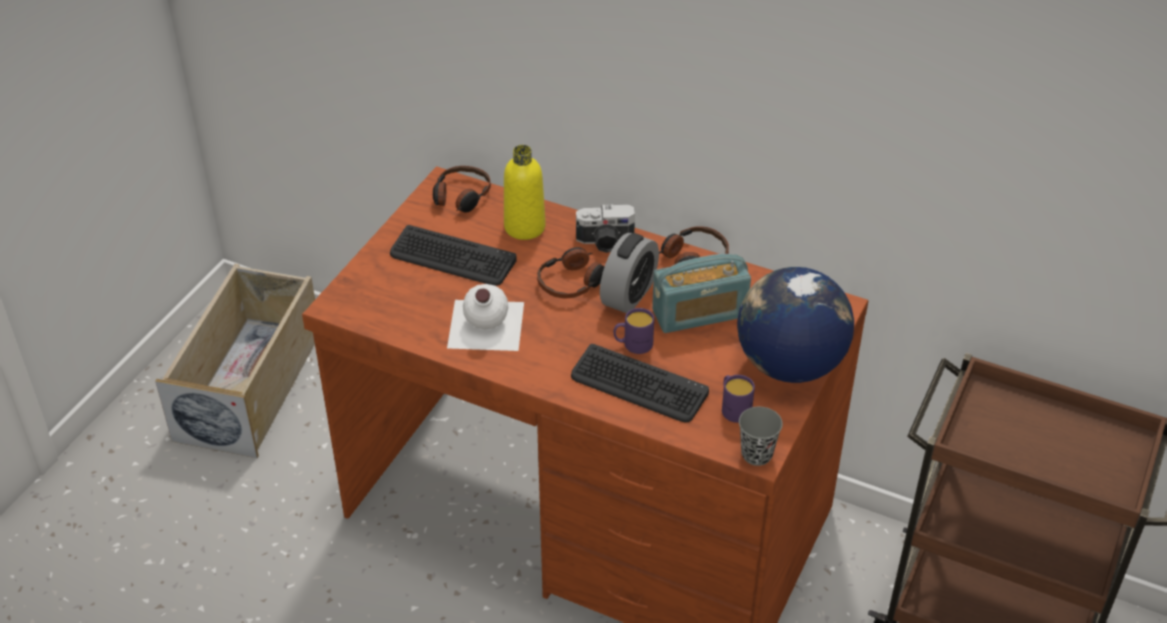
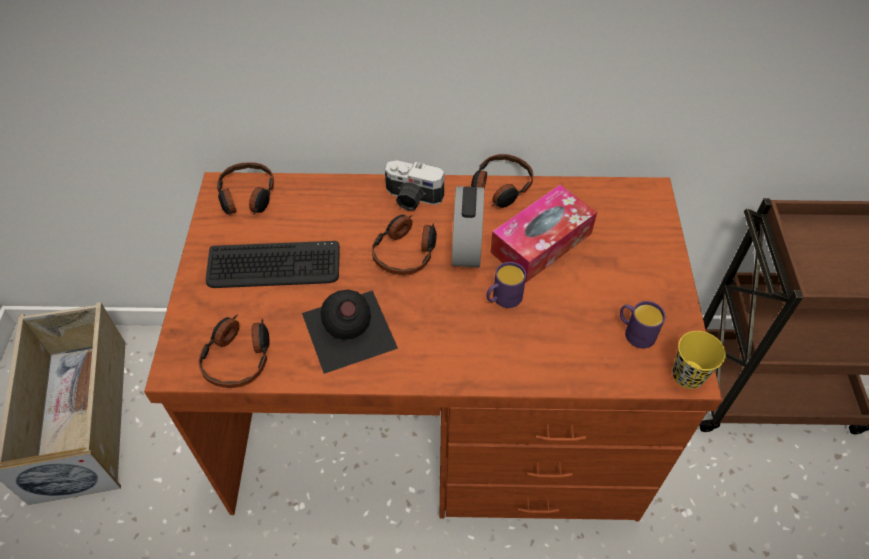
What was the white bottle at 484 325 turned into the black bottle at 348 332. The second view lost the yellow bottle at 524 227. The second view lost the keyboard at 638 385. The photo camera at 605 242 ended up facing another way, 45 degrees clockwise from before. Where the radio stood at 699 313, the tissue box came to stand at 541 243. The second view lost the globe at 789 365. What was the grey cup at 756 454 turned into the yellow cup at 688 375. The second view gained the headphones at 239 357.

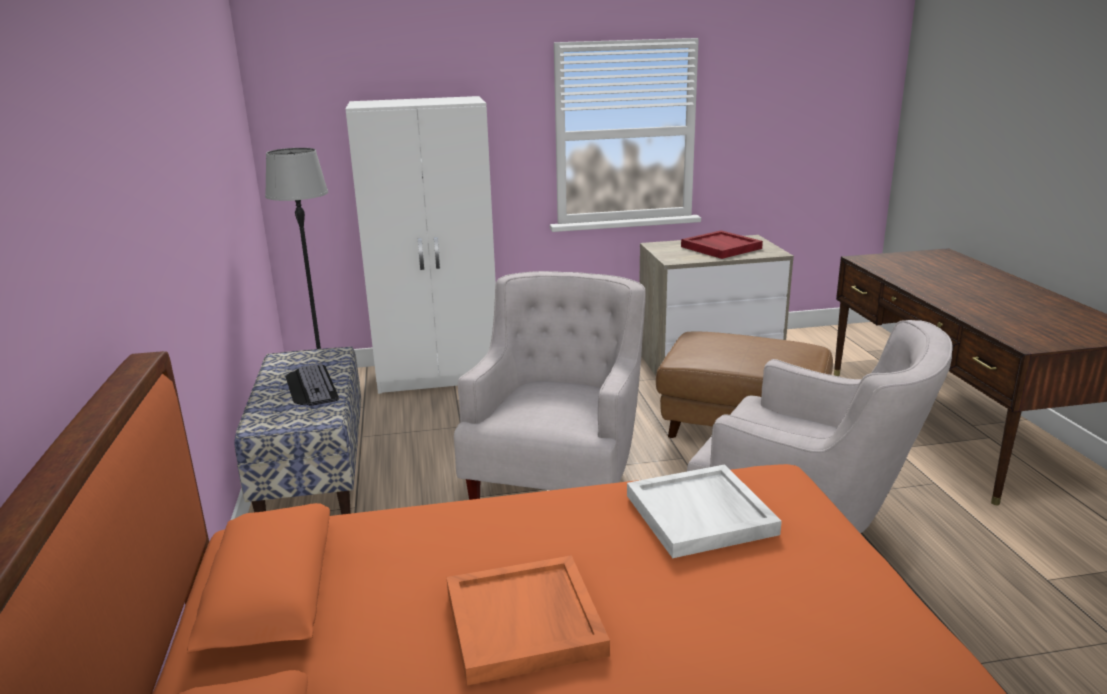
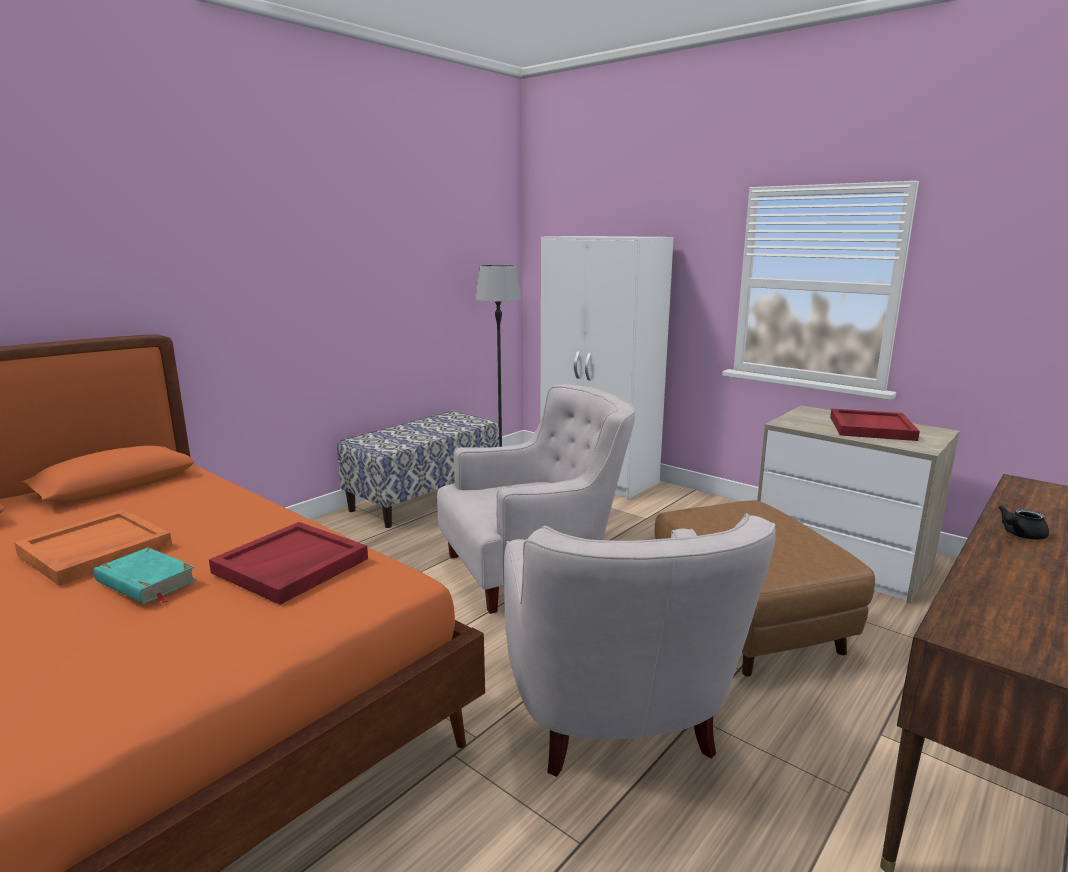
The second view lost the keyboard at 310 386. What was the white tray at 701 515 turned into the red tray at 291 566. The second view gained the turquoise book at 146 581. The second view gained the black teapot at 1019 535.

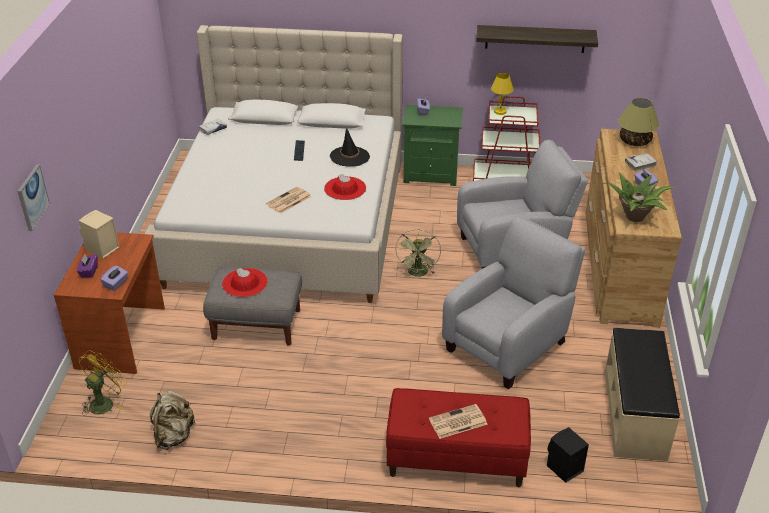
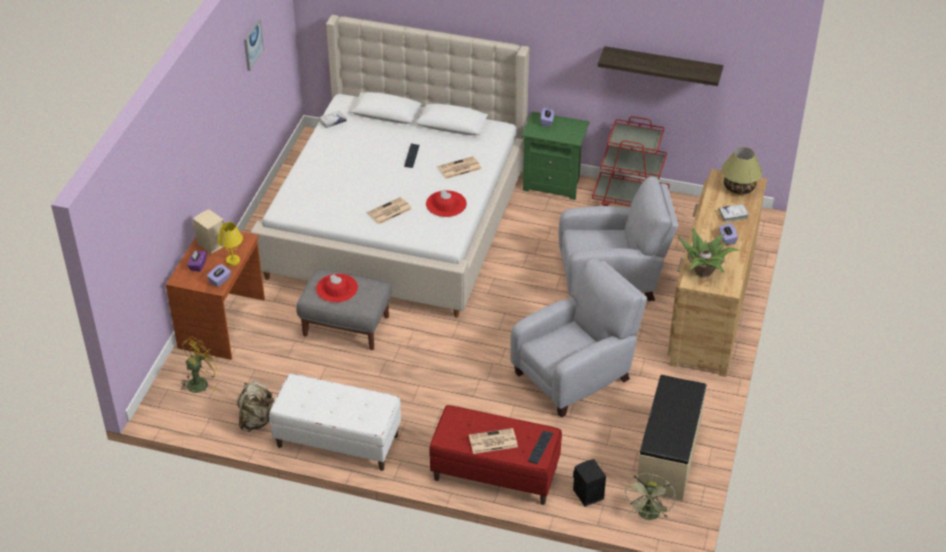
The picture ended up elsewhere, having gone from 32 197 to 252 44. Where the black hat stood at 349 157, the newspaper came to stand at 459 168. The green fan ended up elsewhere, having gone from 418 274 to 648 515. The yellow table lamp ended up elsewhere, having gone from 500 112 to 233 261. The second view gained the white bench at 337 441. The second view gained the keyboard at 540 447.

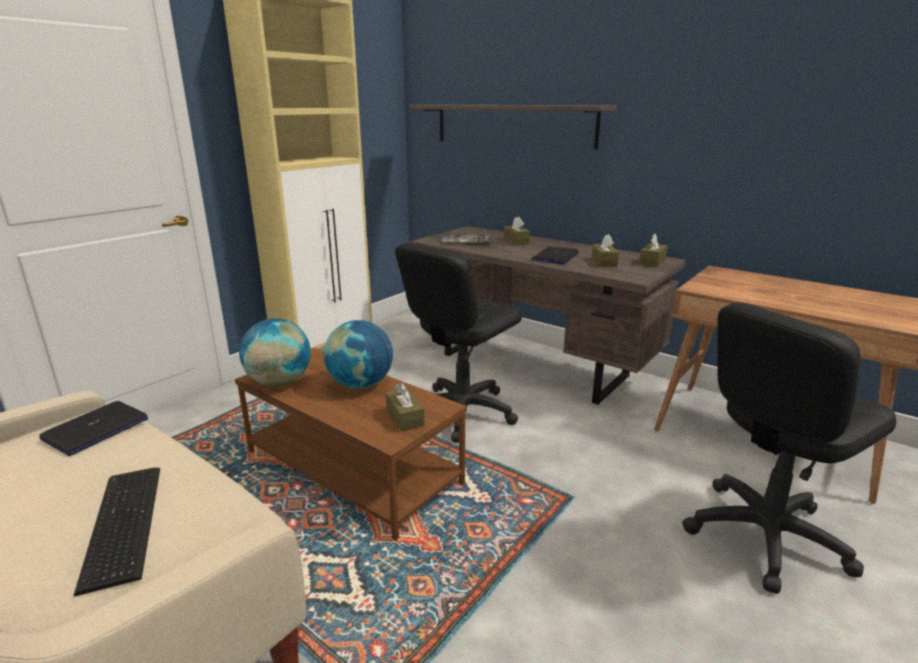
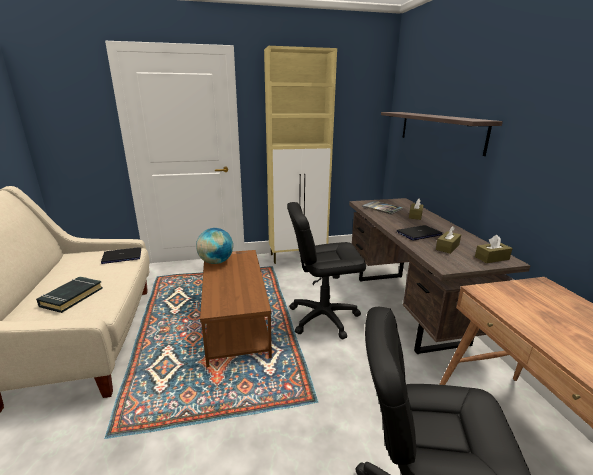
Where the keyboard stood at 119 526, the black book came to stand at 71 297. The second view lost the globe at 361 384. The second view lost the brown tissue box at 405 417.

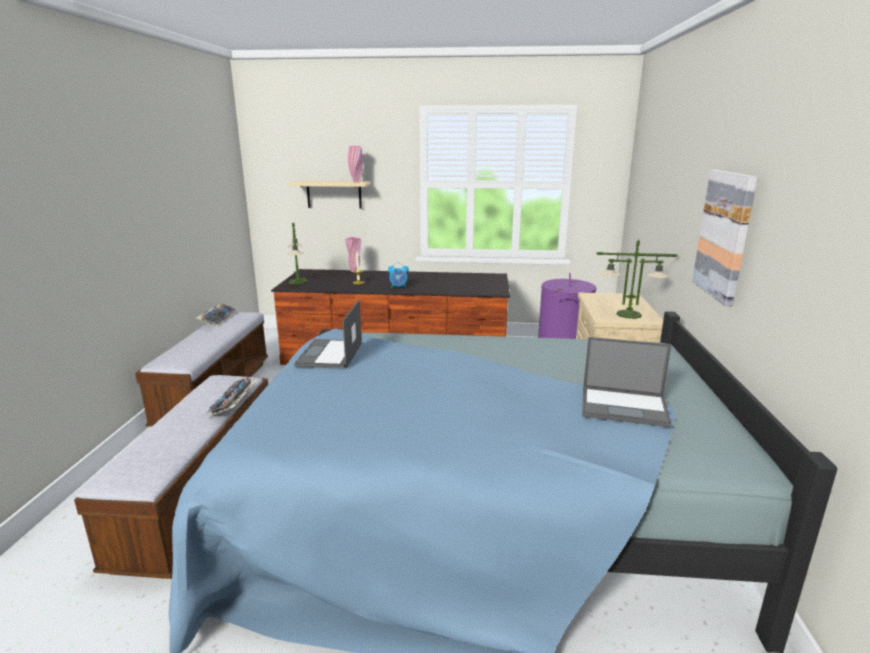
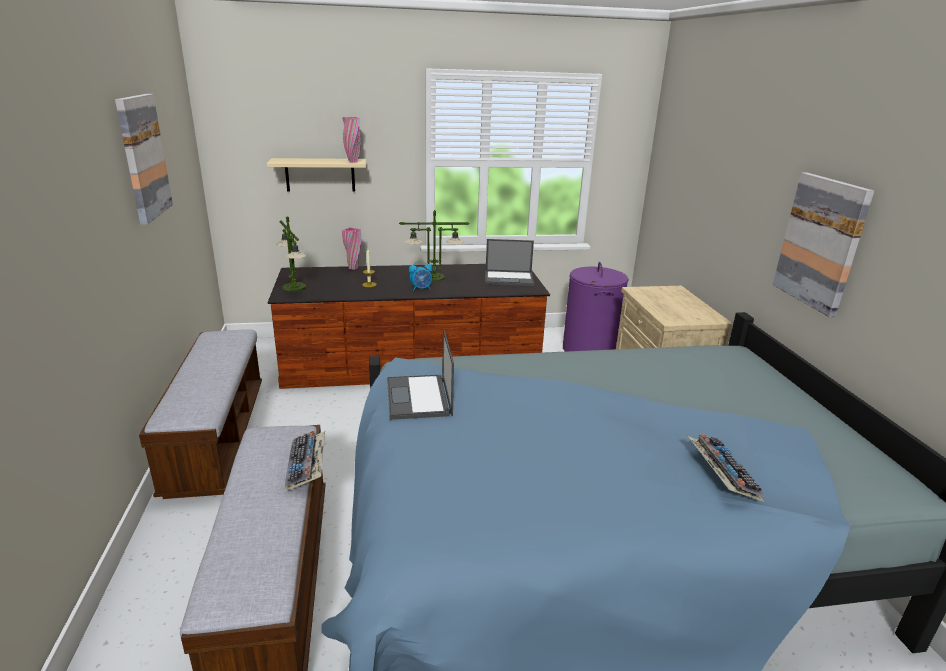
The keyboard ended up elsewhere, having gone from 217 319 to 720 473. The laptop ended up elsewhere, having gone from 625 406 to 509 278. The table lamp ended up elsewhere, having gone from 628 314 to 433 277. The second view gained the picture at 143 157.

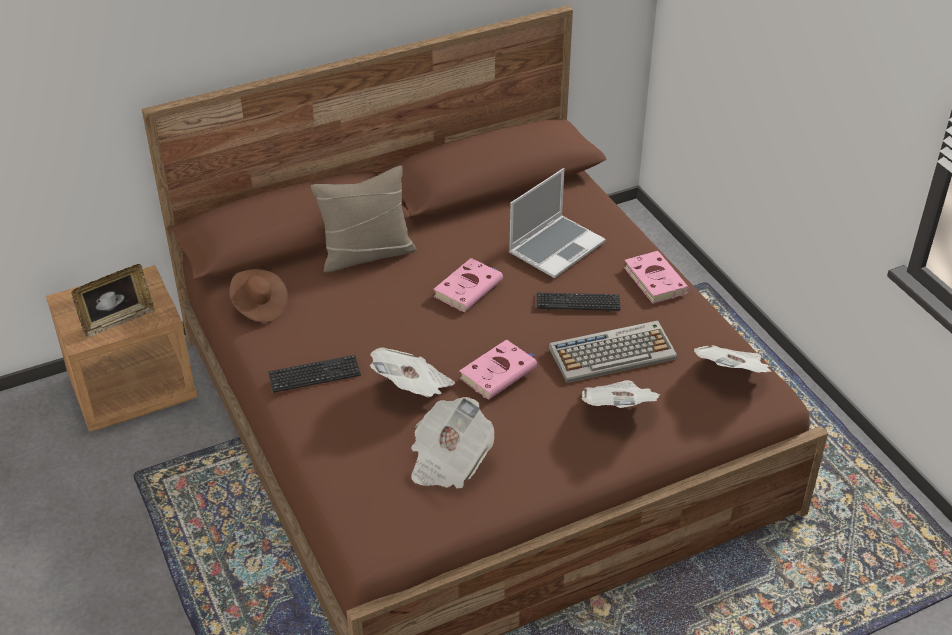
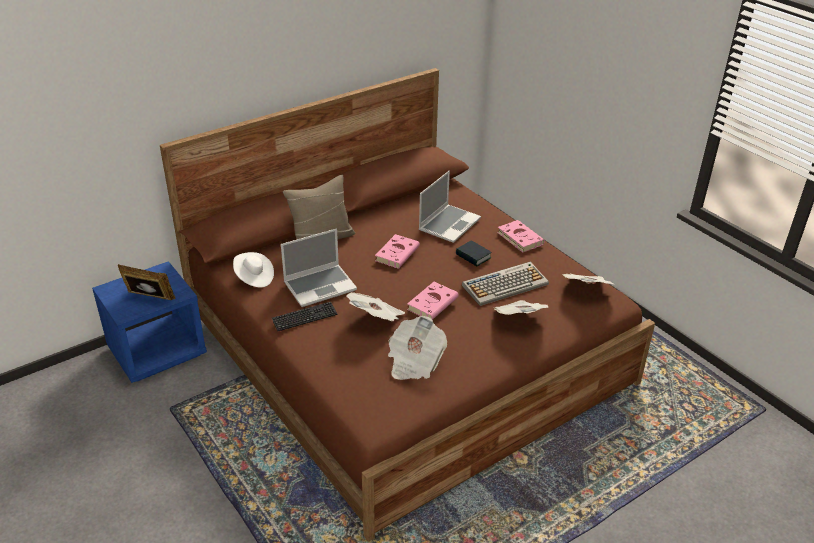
What was the brown nightstand at 133 388 turned into the blue nightstand at 157 351. The picture frame at 117 321 ended up facing another way, 120 degrees counterclockwise from before. What was the brown hat at 259 306 turned into the white hat at 254 278. Where the keyboard stood at 578 303, the book came to stand at 473 256. The second view gained the laptop at 320 286.

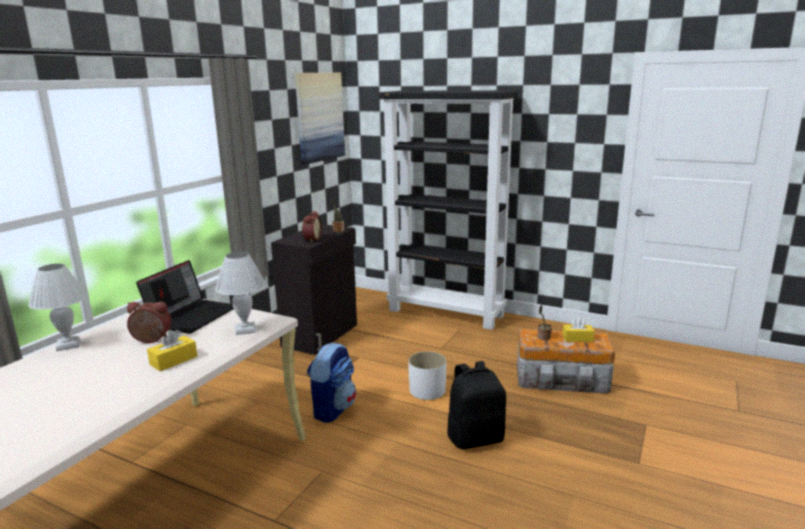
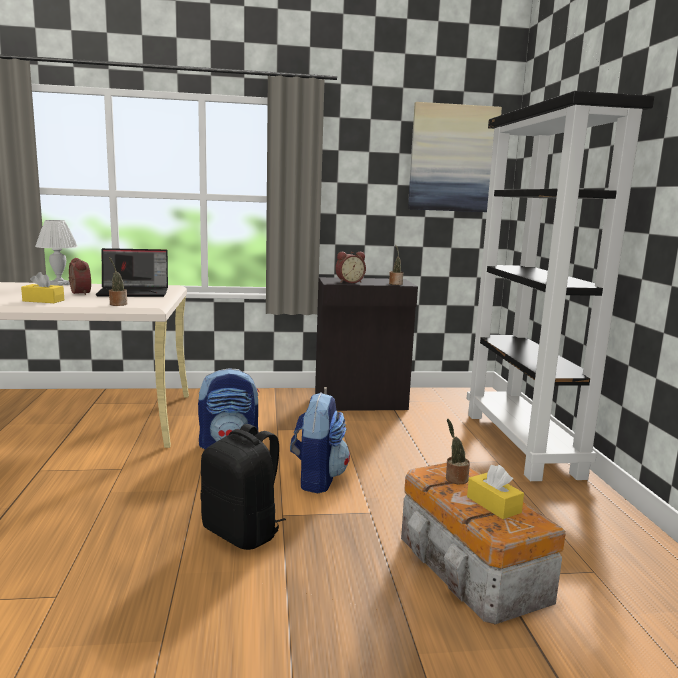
Where the white table lamp stood at 246 329, the potted plant came to stand at 117 304. Where the white planter stood at 427 390, the backpack came to stand at 317 478.

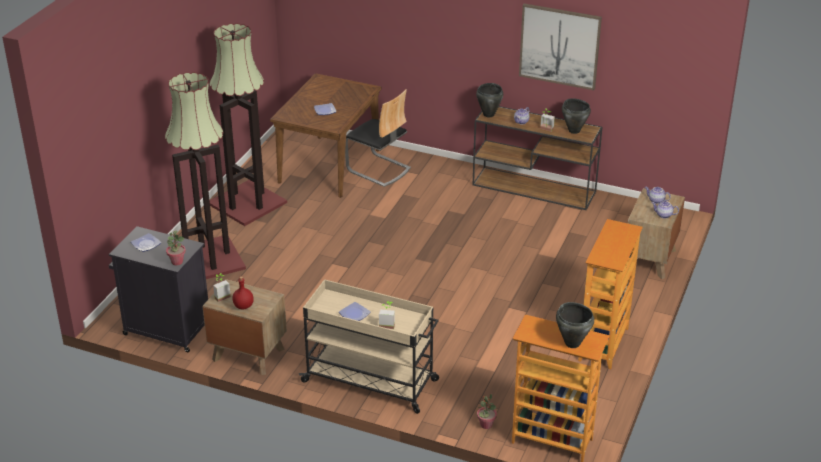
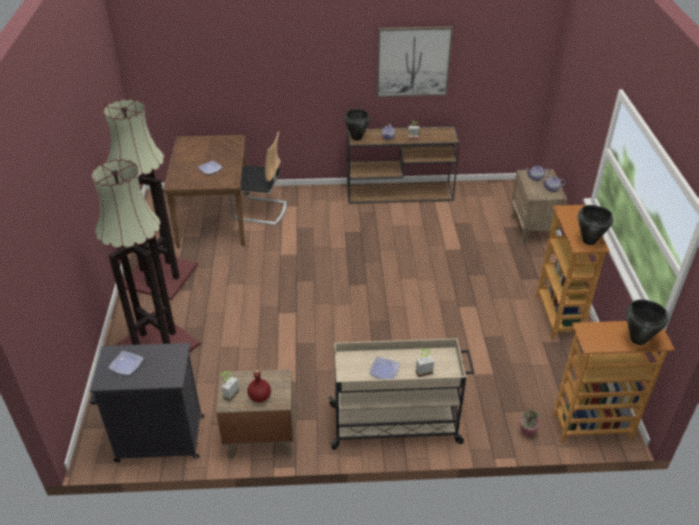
The second view lost the potted plant at 177 261. The black cooking pot ended up elsewhere, having gone from 574 130 to 588 240.

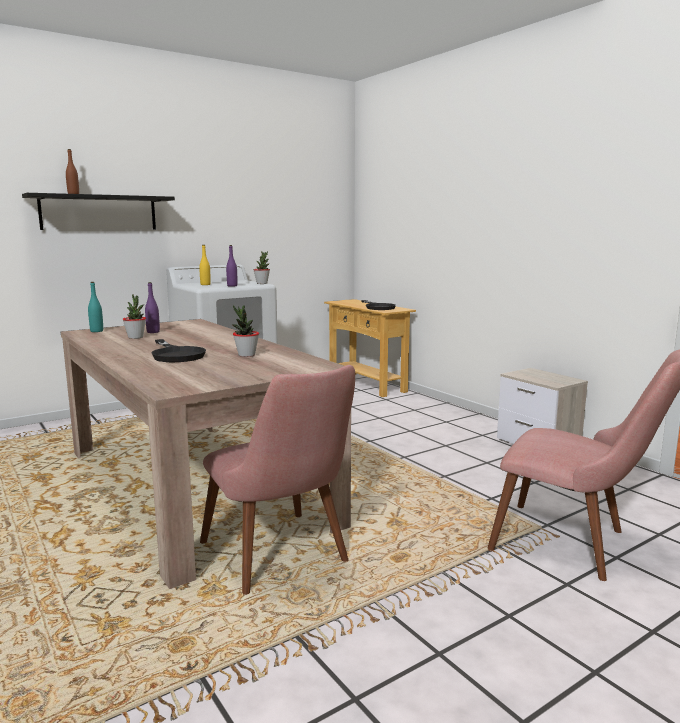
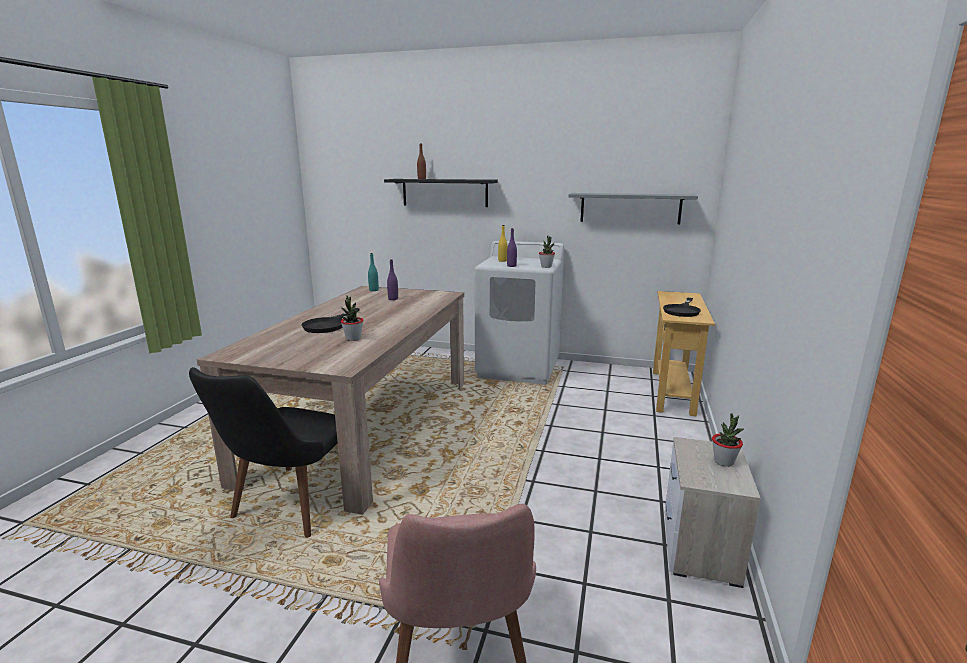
The potted plant ended up elsewhere, having gone from 135 337 to 723 462. What was the pink chair at 283 560 turned into the black chair at 288 510. The second view gained the grey shelf at 630 208.

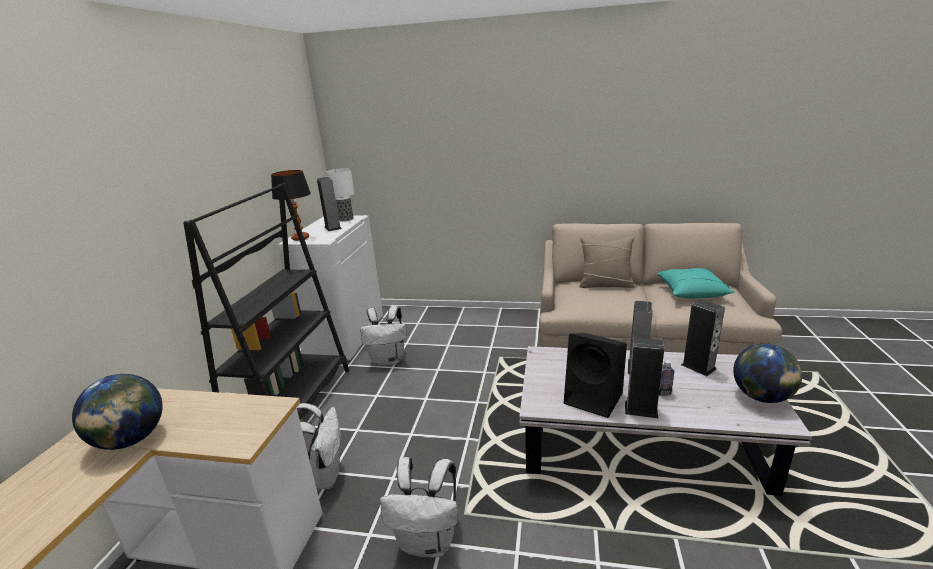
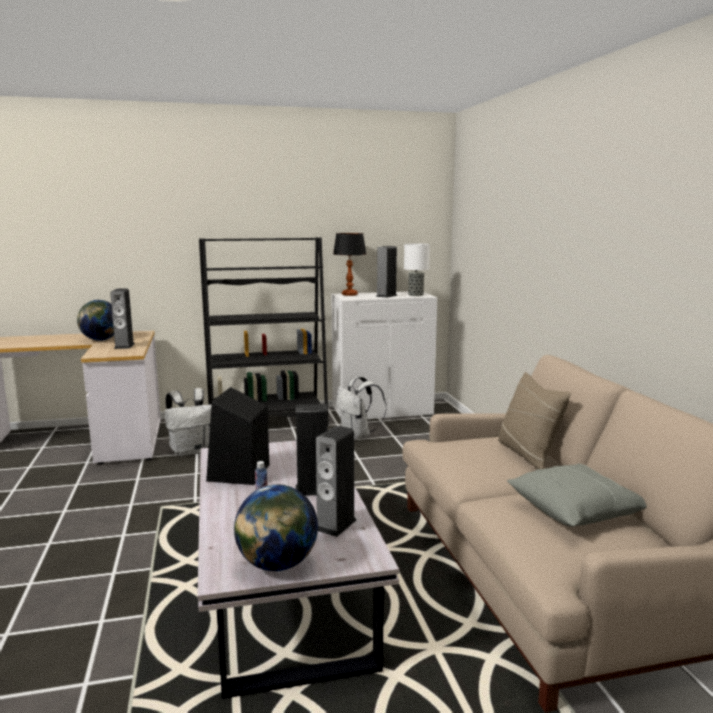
The second view lost the white backpack at 428 542. The speaker ended up elsewhere, having gone from 641 409 to 124 346. What was the turquoise pillow at 691 292 turned into the grey pillow at 575 511.

